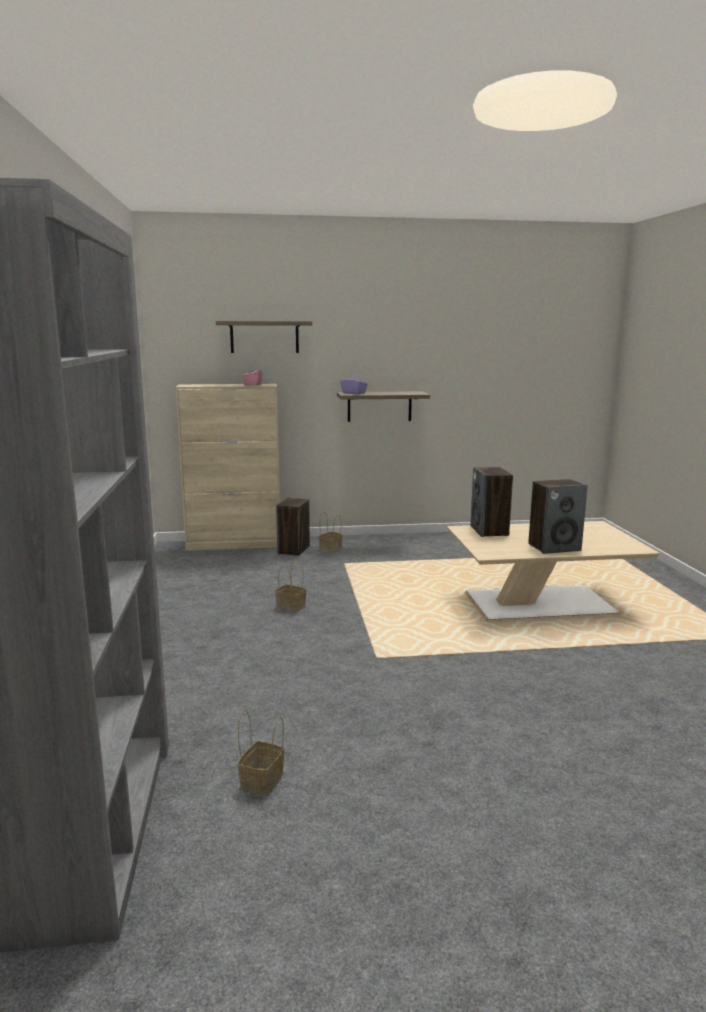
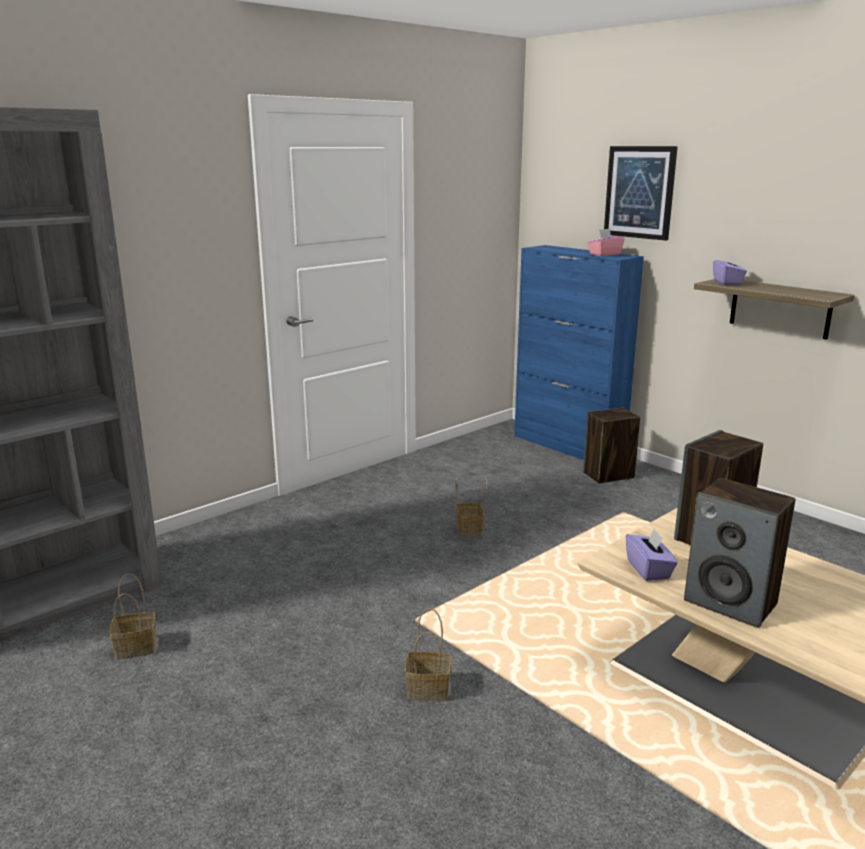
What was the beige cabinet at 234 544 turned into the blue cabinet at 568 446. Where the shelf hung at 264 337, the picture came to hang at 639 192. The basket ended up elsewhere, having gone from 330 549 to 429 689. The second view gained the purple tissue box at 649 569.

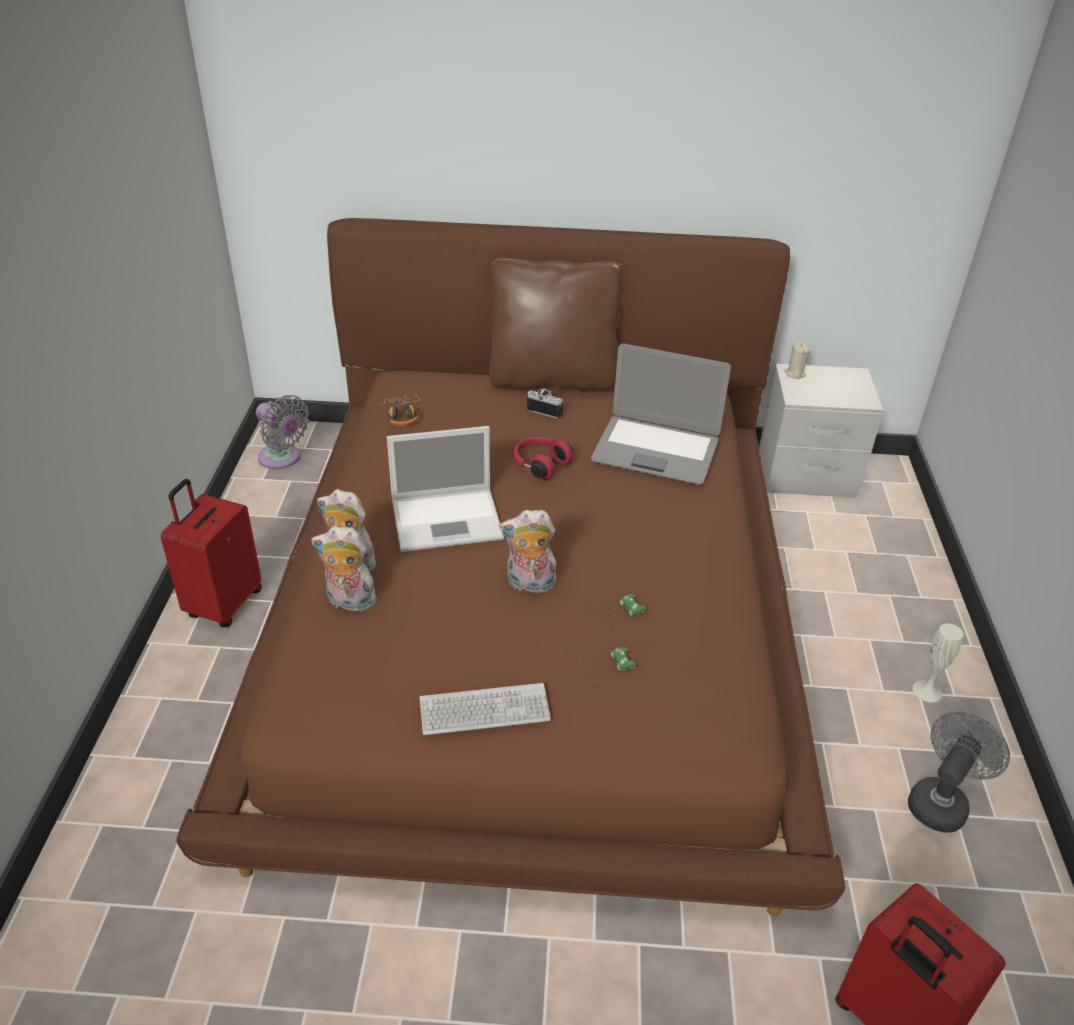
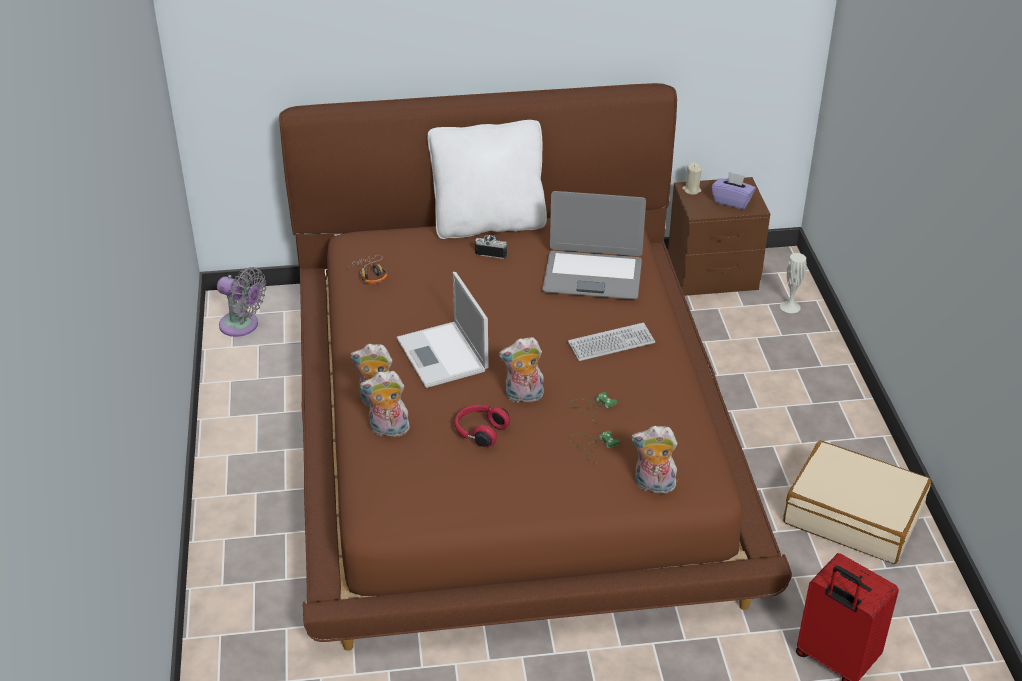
The second view lost the red suitcase at 223 604. The laptop at 449 519 ended up facing another way, 90 degrees clockwise from before. The keyboard ended up elsewhere, having gone from 484 711 to 611 343. What was the brown pillow at 552 380 turned into the white pillow at 488 224. The red headphones ended up elsewhere, having gone from 539 464 to 480 431. What was the grey nightstand at 806 474 turned into the brown nightstand at 712 275. Where the grey fan stood at 940 801, the beige suitcase came to stand at 853 515. The white vase ended up elsewhere, having gone from 927 691 to 790 307. The second view gained the plush toy at 653 486. The second view gained the purple tissue box at 732 201.

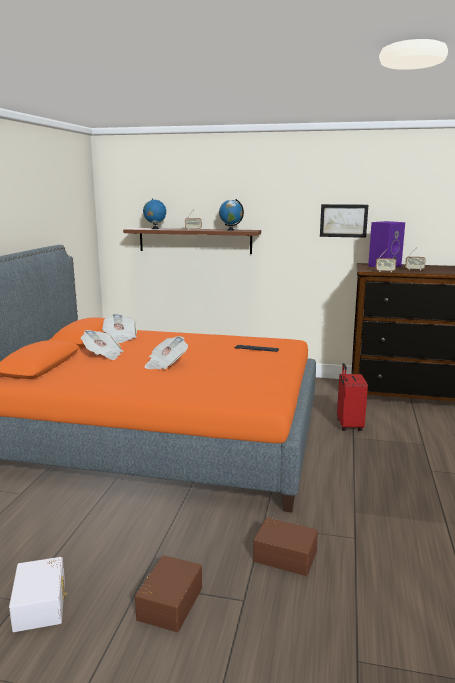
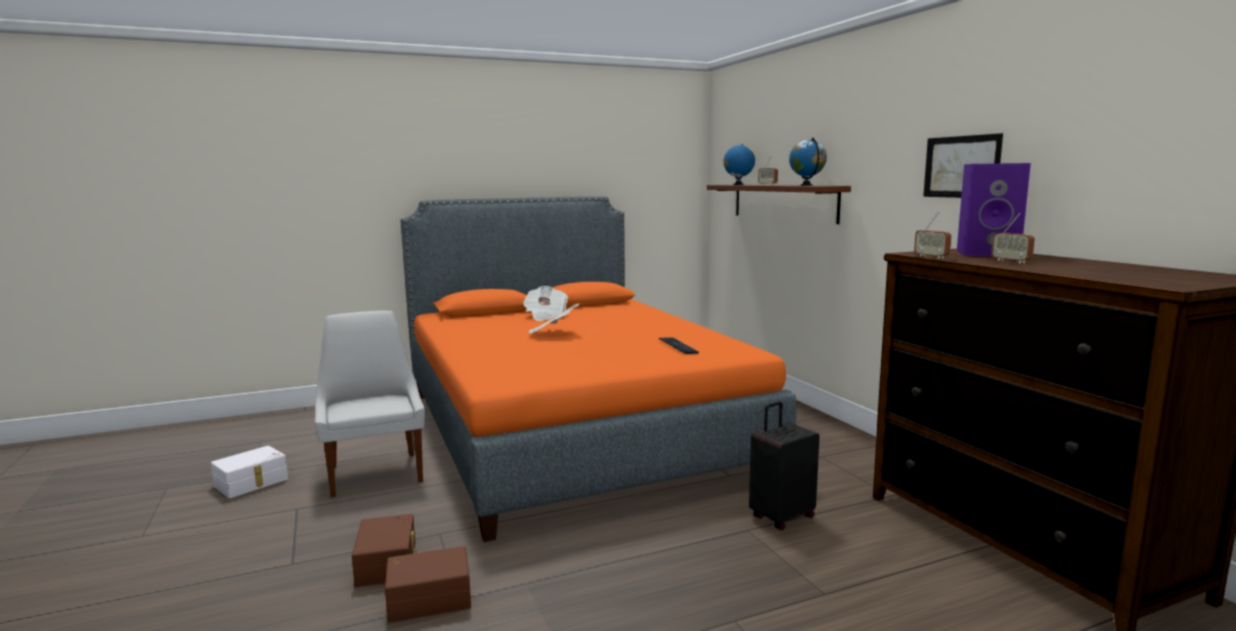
The second view lost the newspaper at 120 338. The brown storage box ended up elsewhere, having gone from 168 603 to 429 597. What was the red suitcase at 348 426 turned into the black suitcase at 781 517. The second view gained the white chair at 375 473.

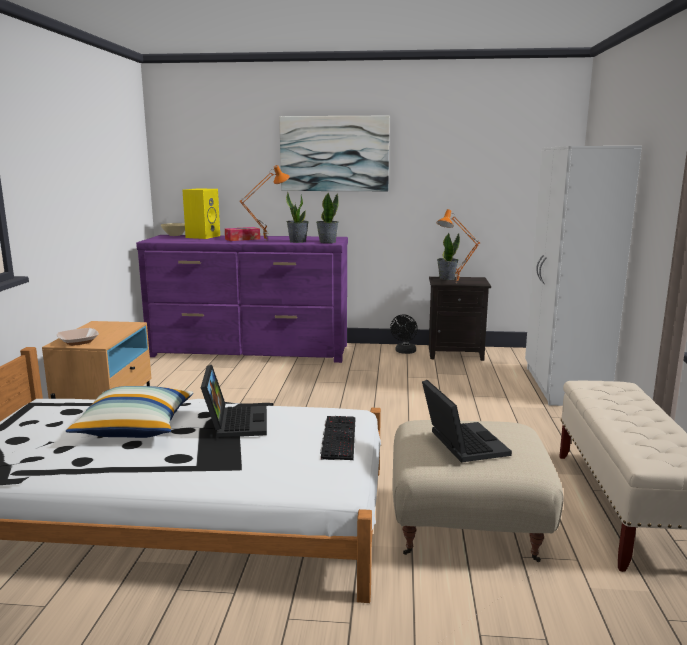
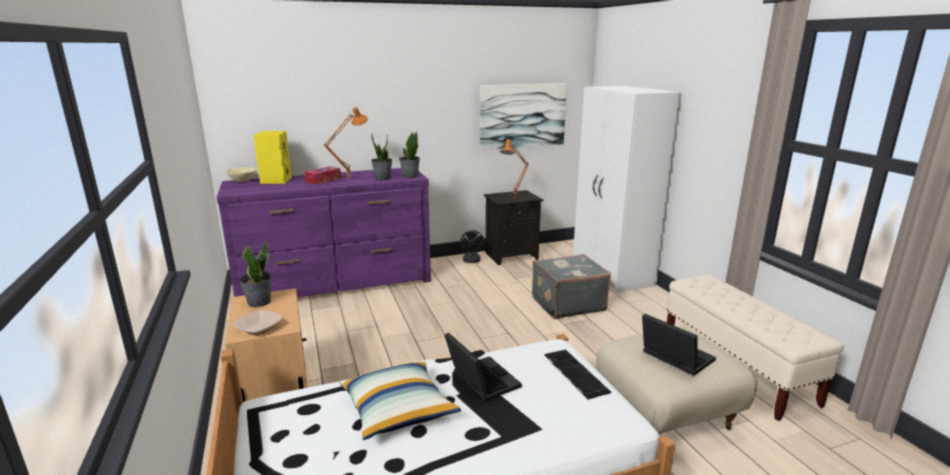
The picture ended up elsewhere, having gone from 334 154 to 522 115. The potted plant ended up elsewhere, having gone from 446 278 to 259 302. The second view gained the grey suitcase at 567 304.

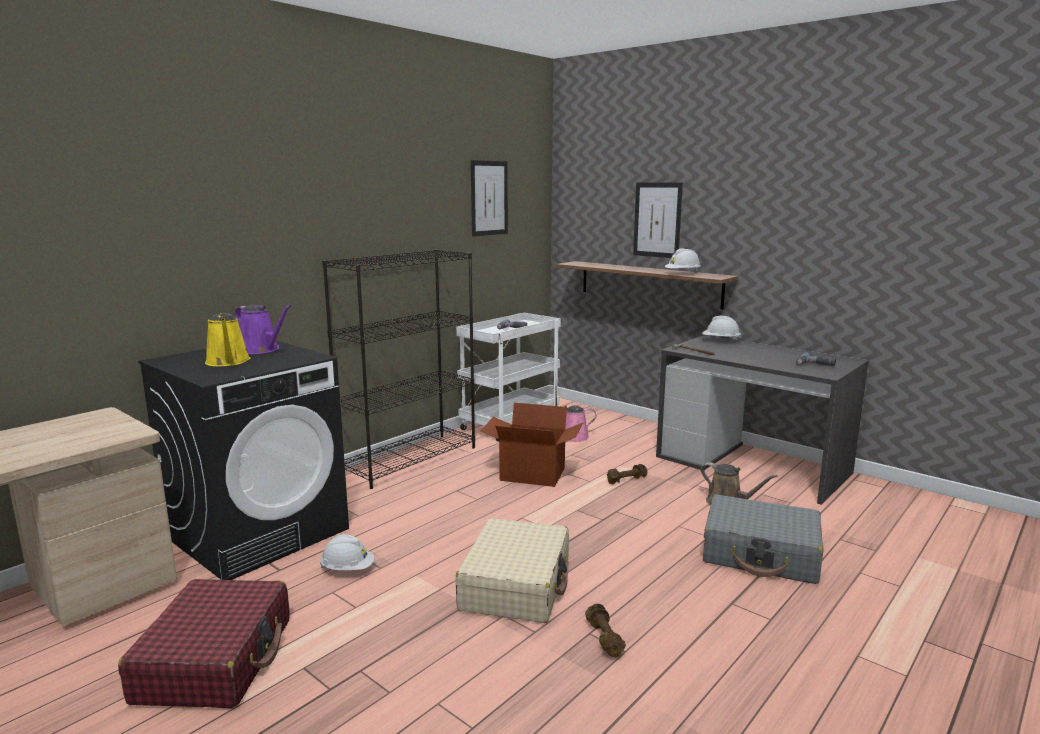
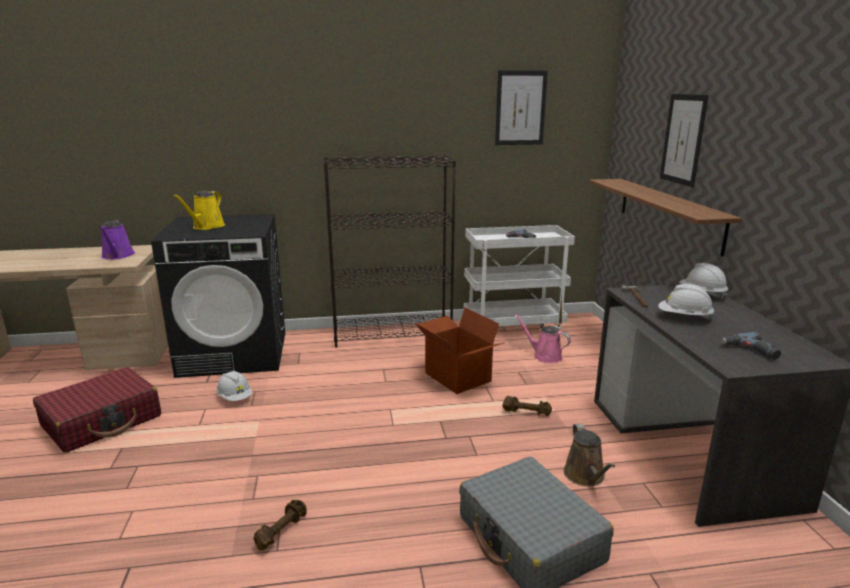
The purple watering can ended up elsewhere, having gone from 261 350 to 117 256. The second view lost the beige suitcase at 516 585. The white hard hat ended up elsewhere, having gone from 682 274 to 684 317.

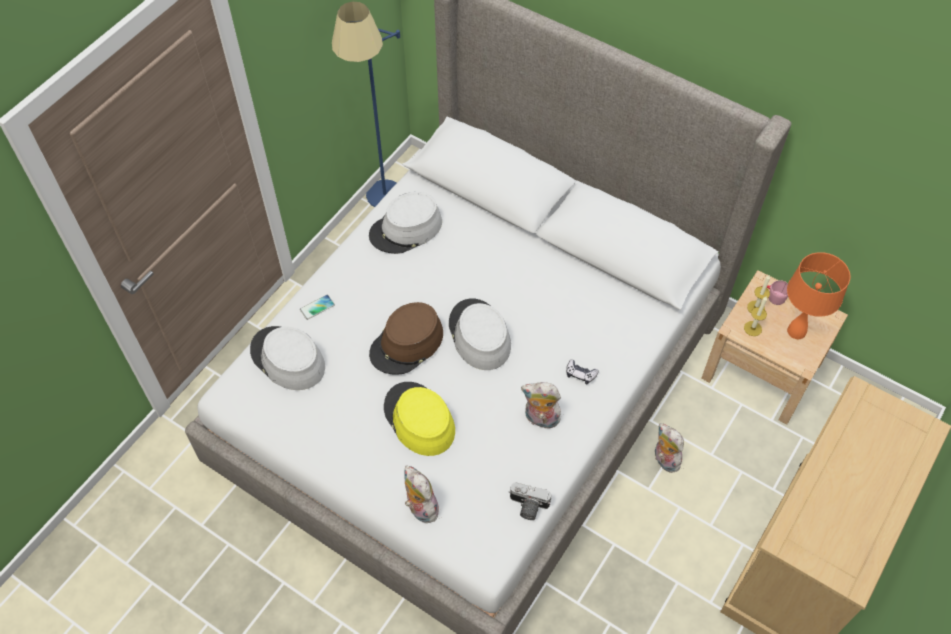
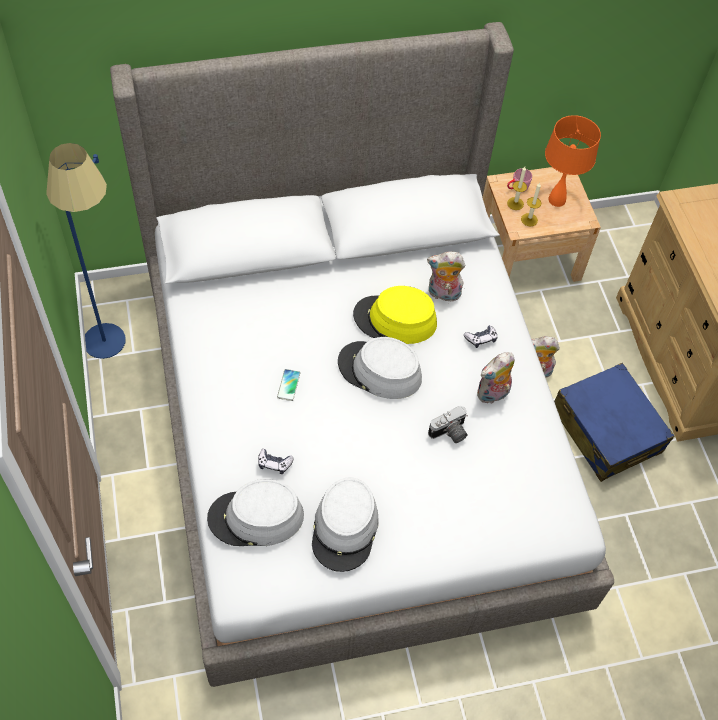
The phone ended up elsewhere, having gone from 317 307 to 288 385. The grey hat ended up elsewhere, having gone from 406 229 to 345 528. The second view lost the brown hat at 407 344. The yellow hat ended up elsewhere, having gone from 419 419 to 395 320. The plush toy ended up elsewhere, having gone from 420 508 to 443 294. The photo camera ended up elsewhere, having gone from 527 507 to 449 433. The second view gained the game controller at 274 463. The second view gained the blue suitcase at 606 430.

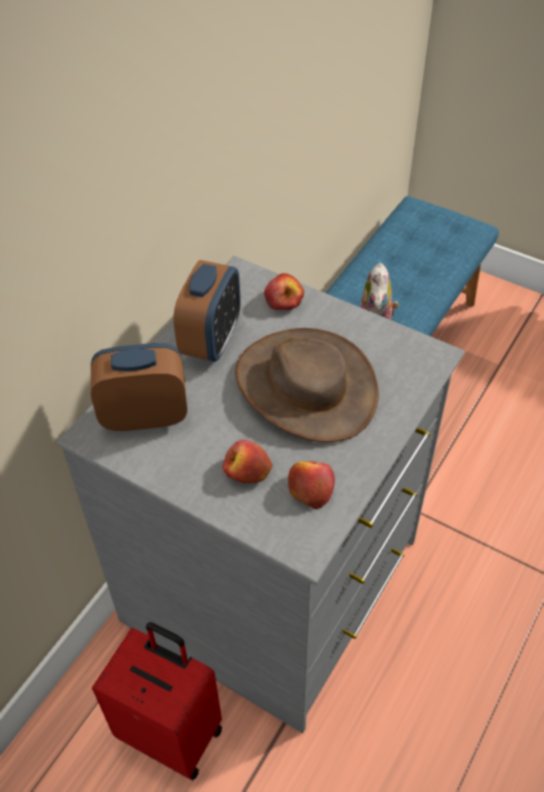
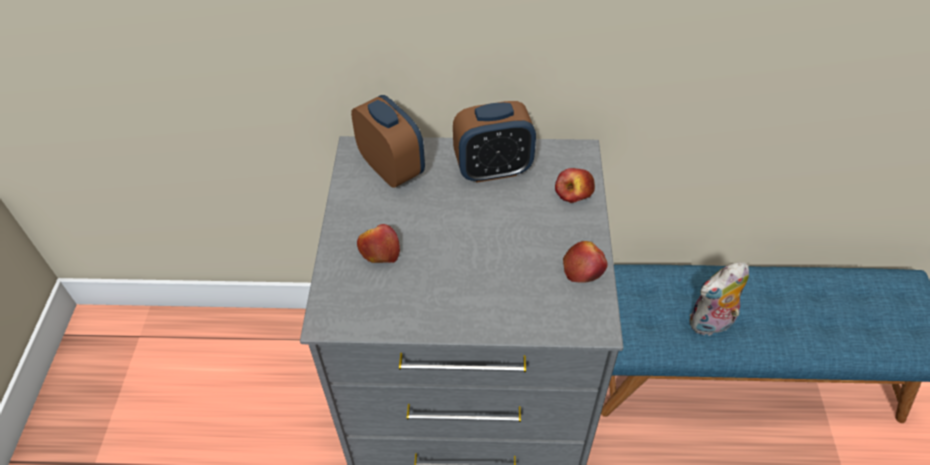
The second view lost the red suitcase at 172 732. The second view lost the brown hat at 306 386. The apple ended up elsewhere, having gone from 310 488 to 583 267.

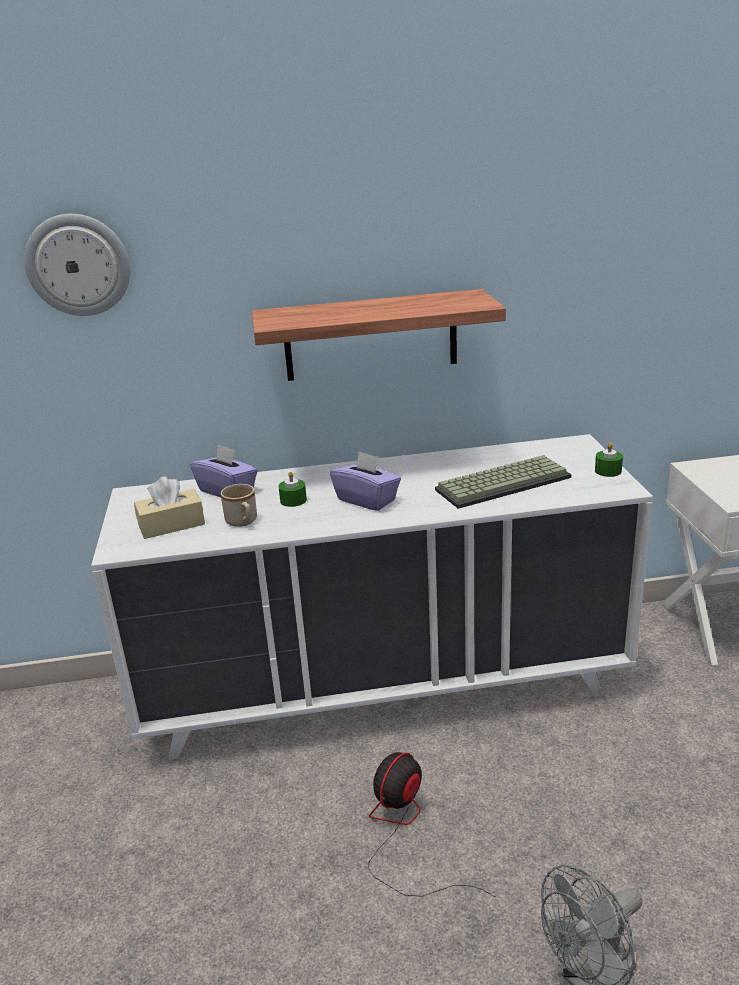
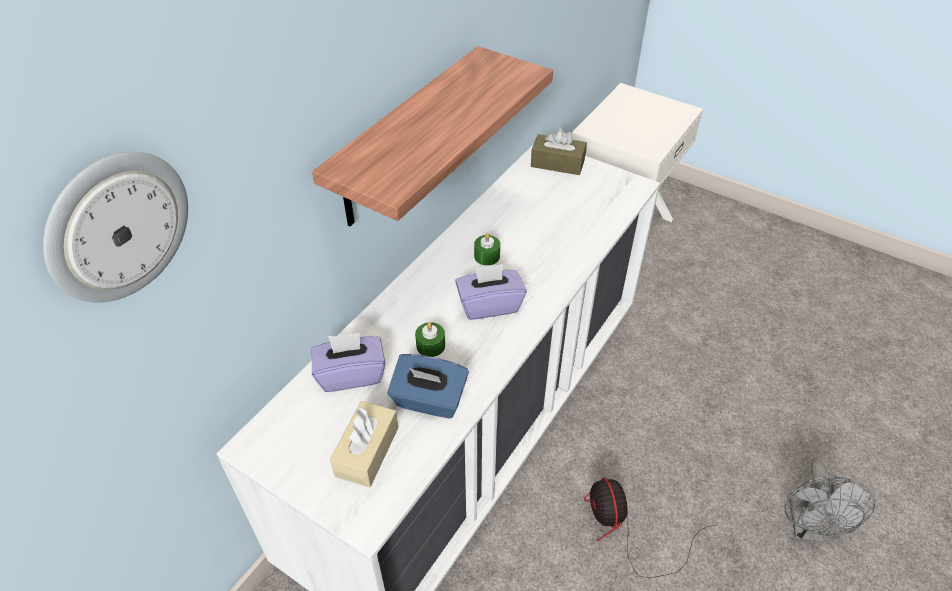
Where the beige mug stood at 243 522, the blue tissue box came to stand at 429 400. The second view lost the keyboard at 503 482. The green candle ended up elsewhere, having gone from 608 471 to 487 256. The second view gained the brown tissue box at 557 163.

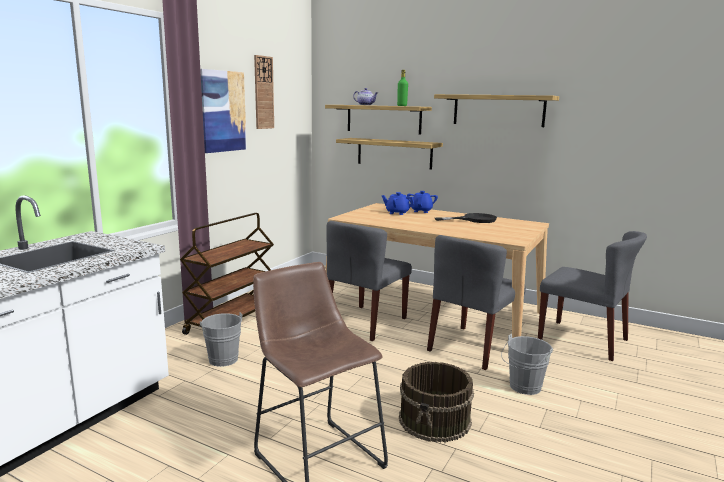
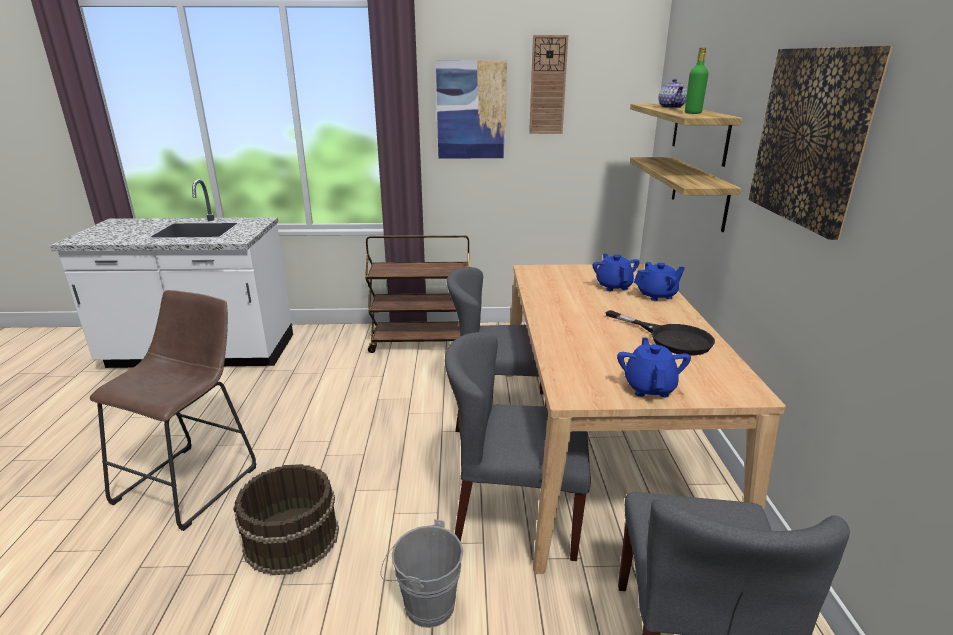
The second view lost the grey bucket at 222 358. Where the shelf hung at 498 110, the picture came to hang at 811 137. The second view gained the blue teapot at 649 387.

